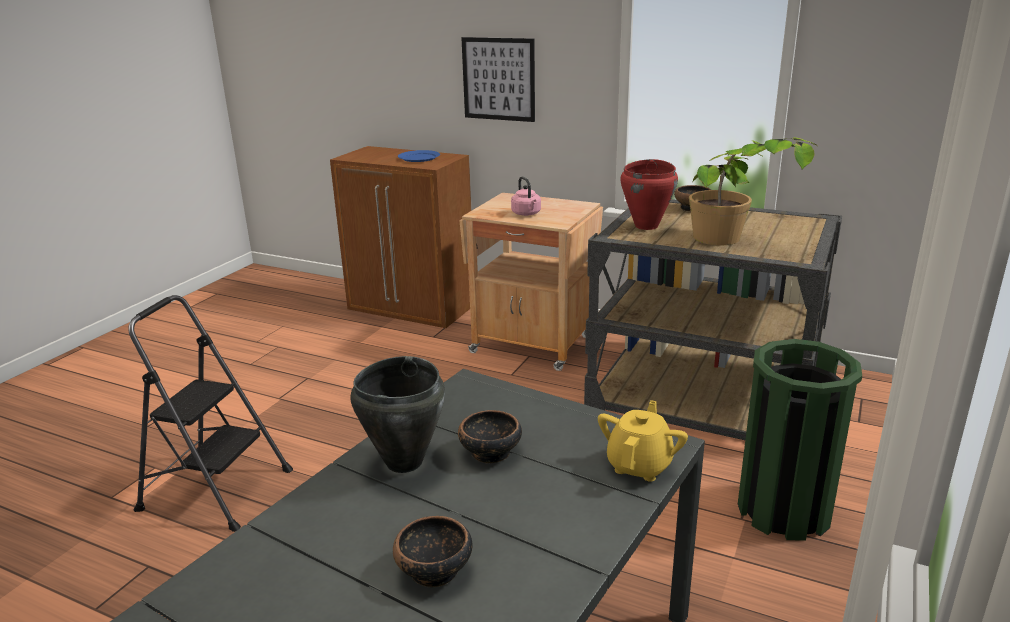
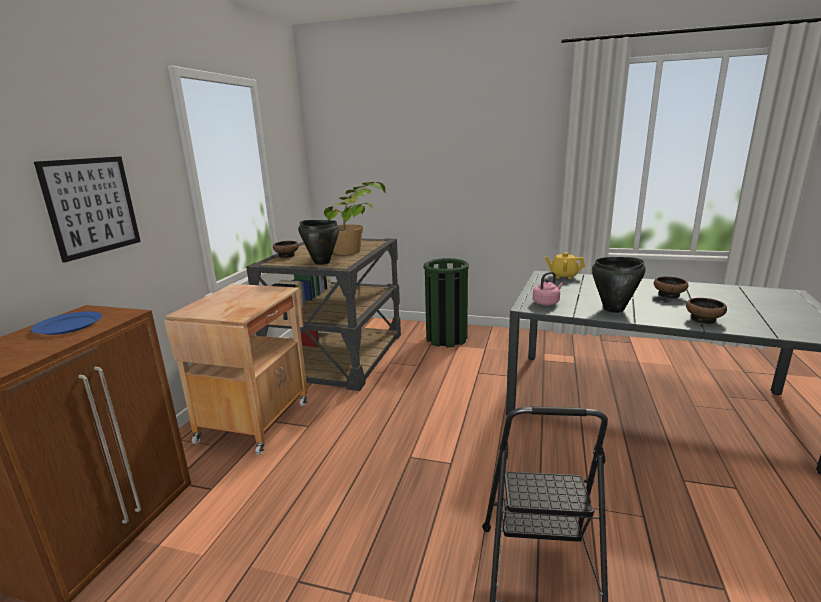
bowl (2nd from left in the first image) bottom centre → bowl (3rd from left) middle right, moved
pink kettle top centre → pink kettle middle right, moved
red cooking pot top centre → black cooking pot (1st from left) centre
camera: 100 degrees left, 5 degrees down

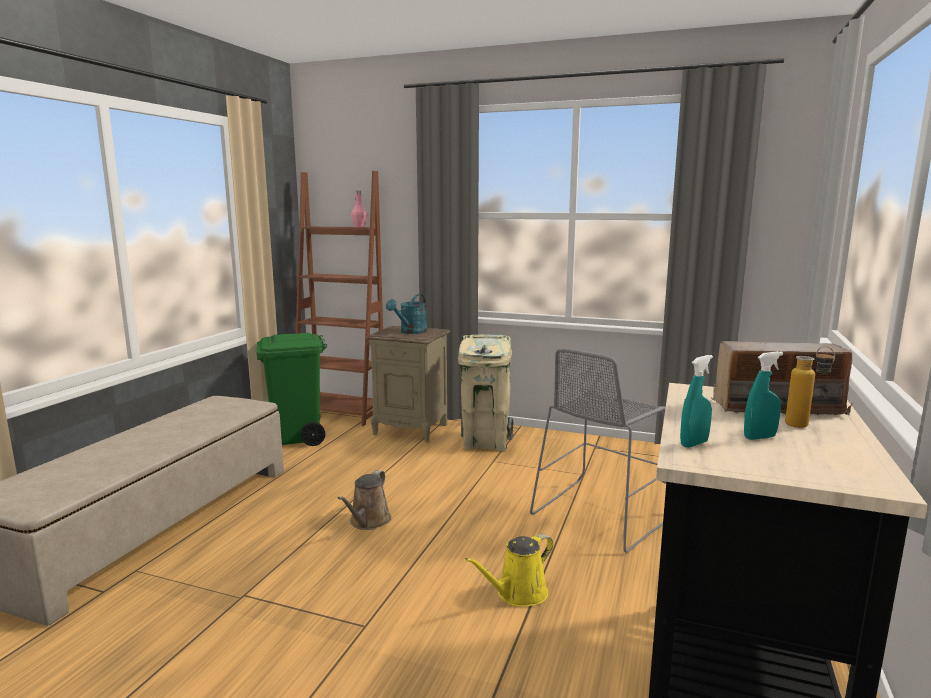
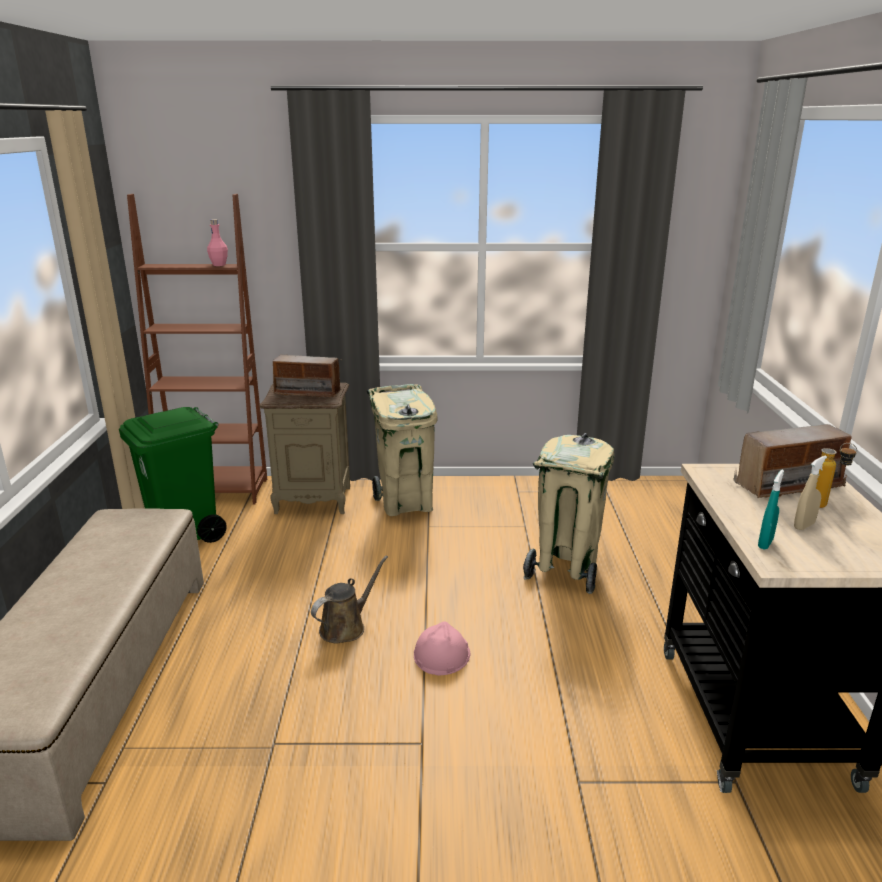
brown watering can bottom centre, 135 degrees counterclockwise
turquoise watering can centre → radio (1st from left) centre
yellow watering can bottom centre → -
grey stool centre → beige trash can (2nd from left) centre
turquoise spray bottle (2nd from left) middle right → beige spray bottle middle right
- → pink hard hat bottom centre
camera: 20 degrees left, 10 degrees up

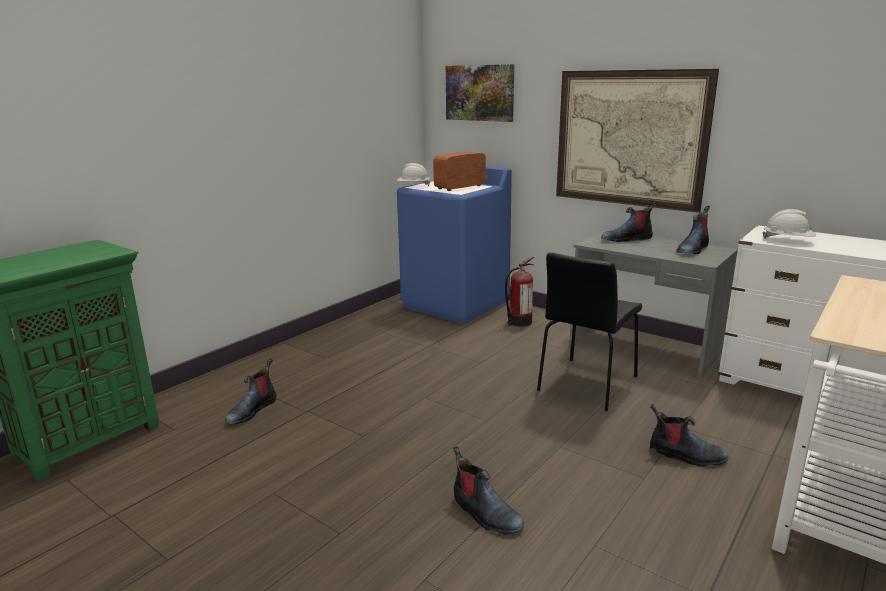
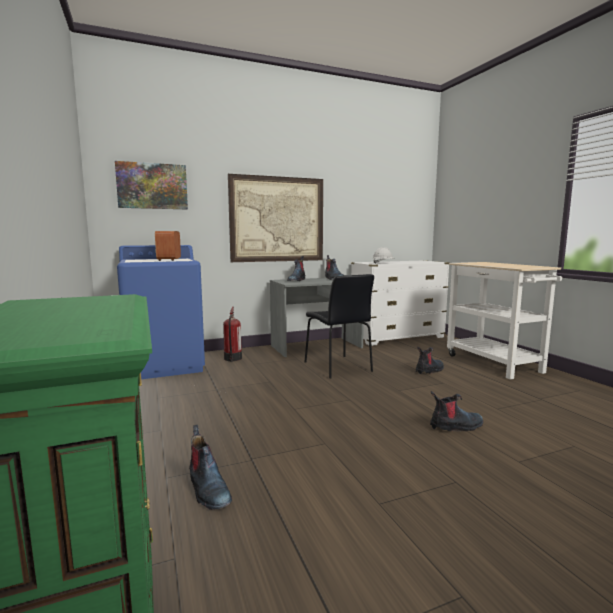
white hard hat (1st from left) top centre → -
camera: 60 degrees left, 10 degrees down

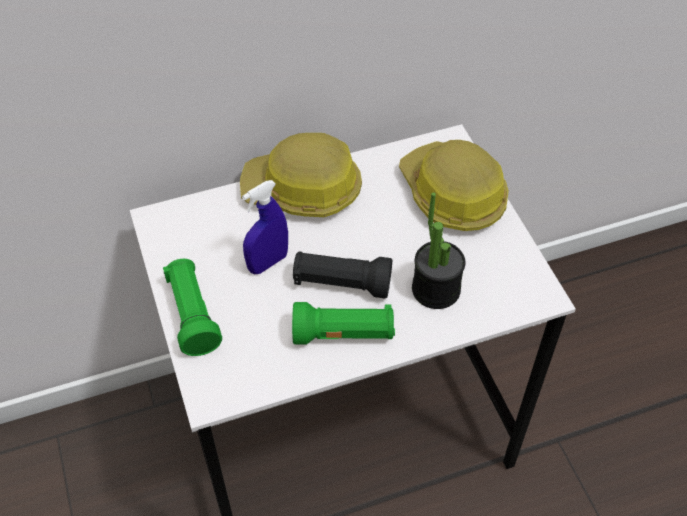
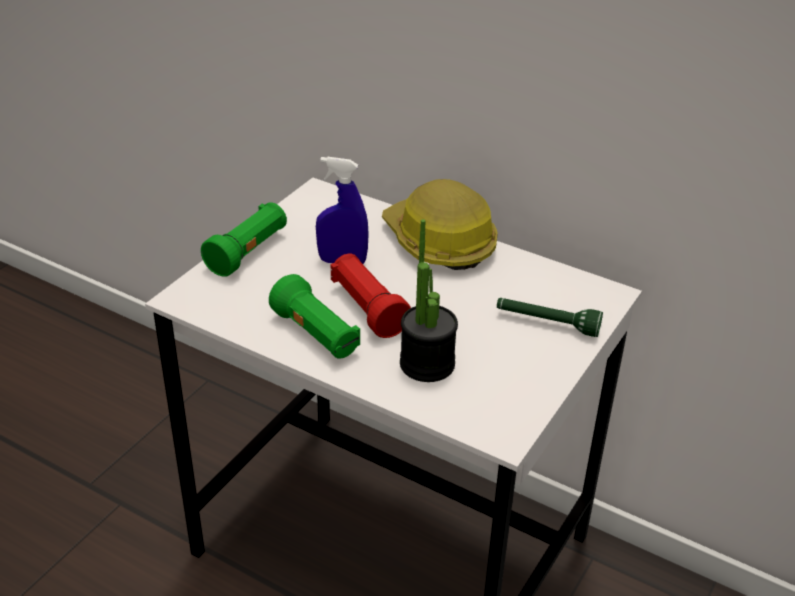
black flashlight centre → red flashlight centre
hard hat (2nd from left) centre → green flashlight (3rd from left) middle right
camera: 50 degrees right, 15 degrees down

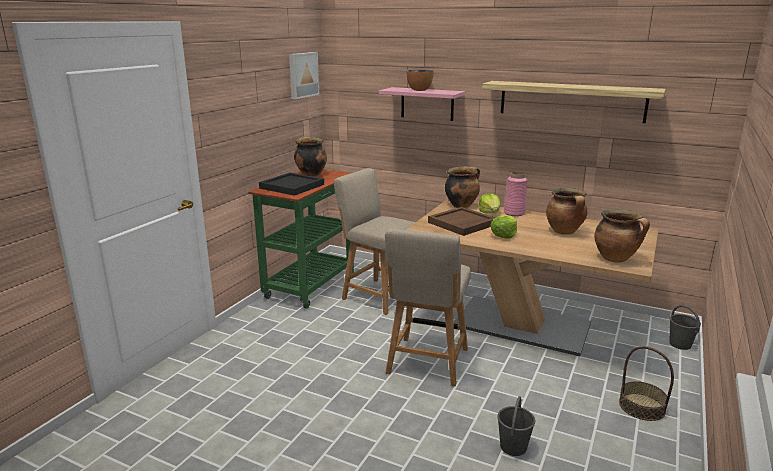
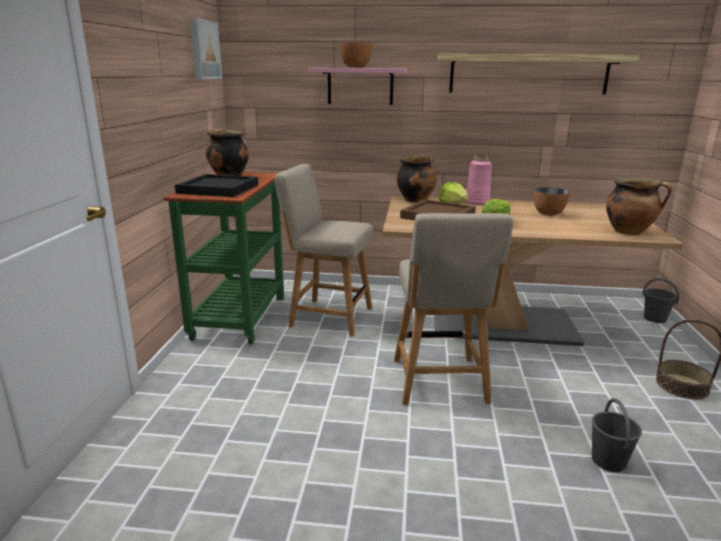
cooking pot (3rd from left) middle right → bowl (2nd from left) middle right
camera: 20 degrees left, 0 degrees up

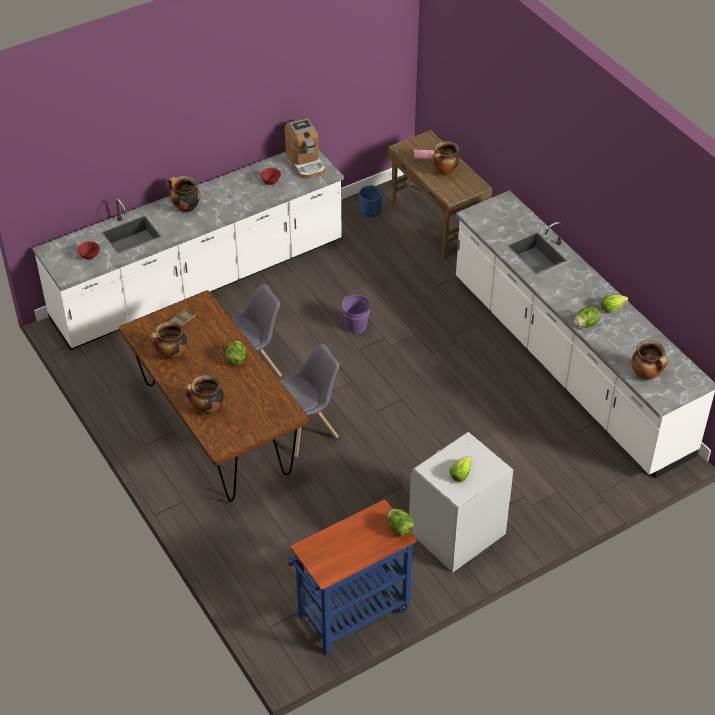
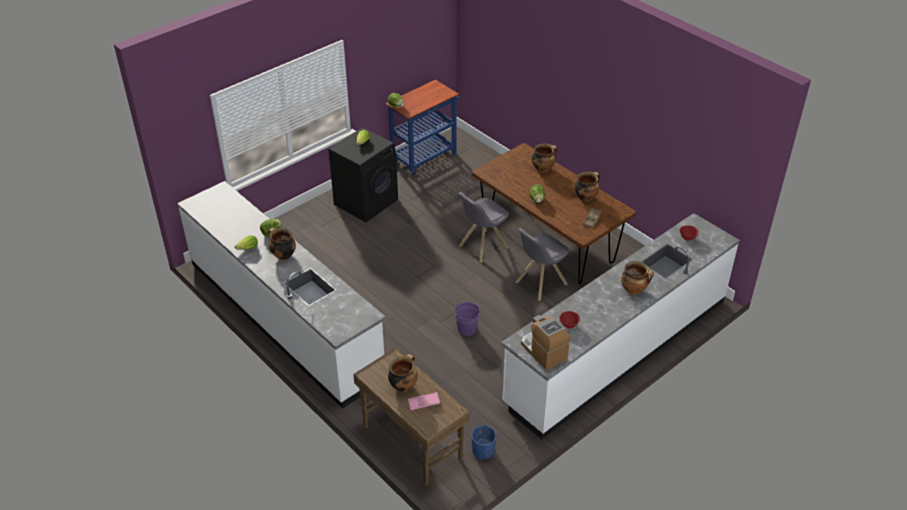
white washing machine bottom centre → black washing machine centre
cooking pot (5th from left in the first image) middle right → cooking pot (1st from left) middle left, moved
camera: 170 degrees right, 5 degrees down

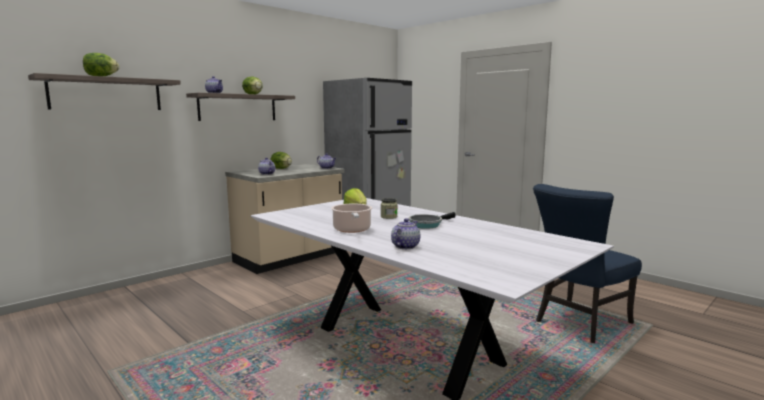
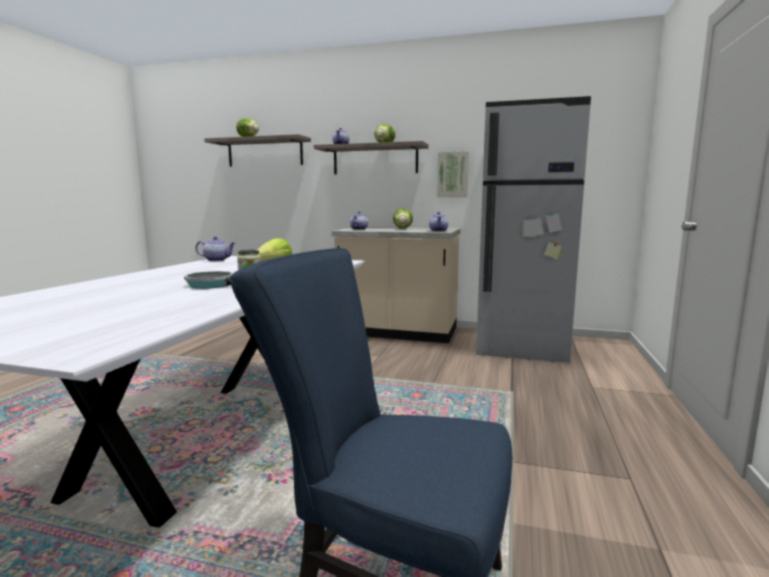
cooking pot centre → -
teapot (4th from left in the first image) centre → teapot (1st from left) middle left, moved
- → picture top centre
camera: 60 degrees right, 0 degrees up

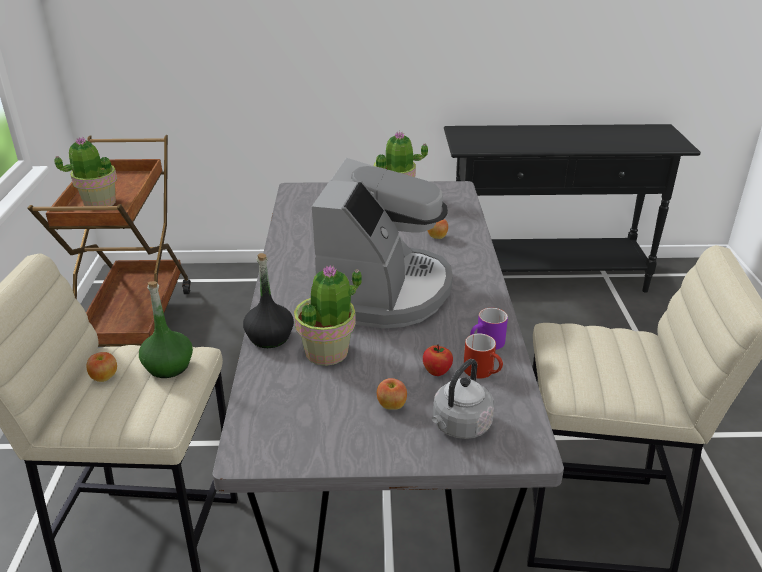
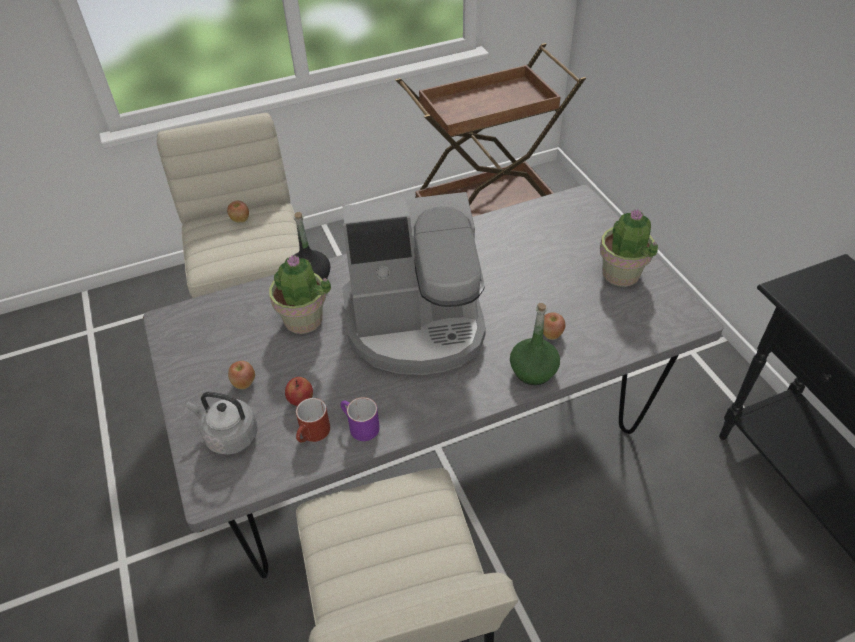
potted plant (1st from left) top left → -
green bottle middle left → green bottle centre, moved
camera: 70 degrees right, 15 degrees up

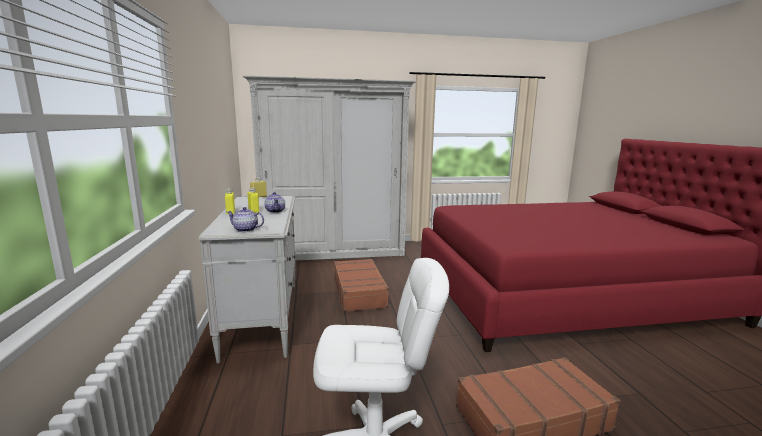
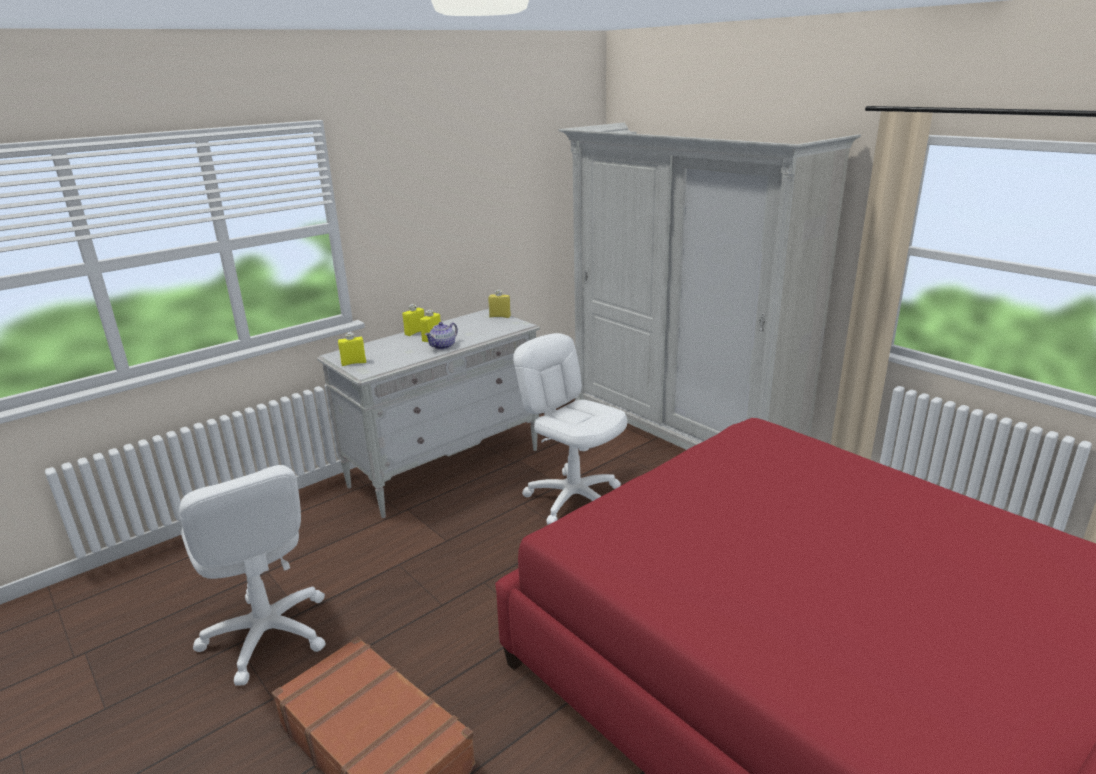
teapot (1st from left) middle left → yellow bottle (1st from left) middle left
brown suitcase (1st from left) centre → white office chair (2nd from left) centre
camera: 60 degrees right, 10 degrees up

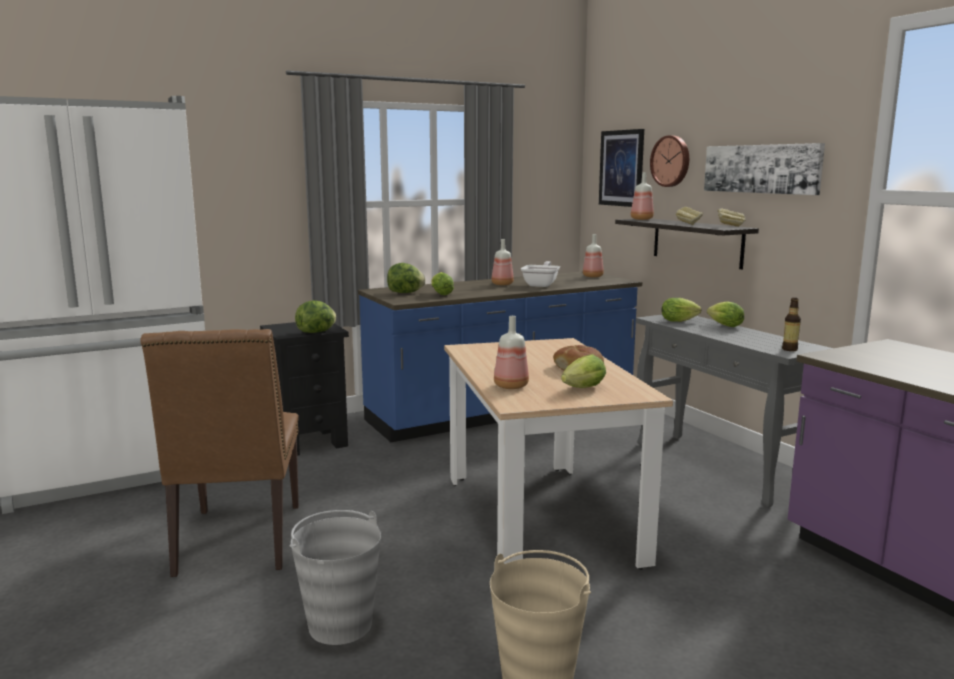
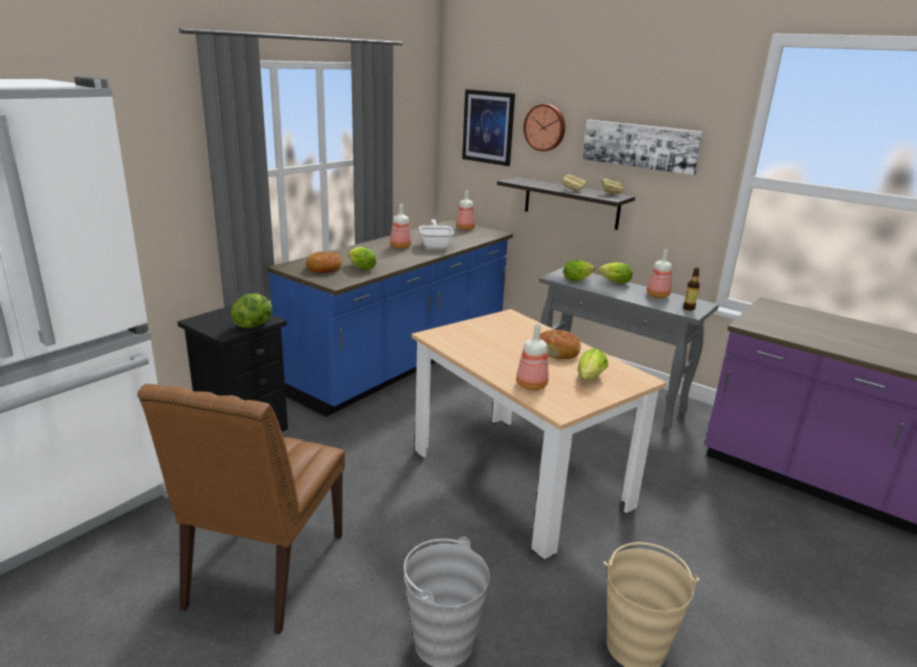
brown chair bottom left, 45 degrees clockwise
lettuce (2nd from left) centre → bread (1st from left) centre
bottle (4th from left) top right → bottle (4th from left) middle right, moved
camera: 25 degrees left, 10 degrees up

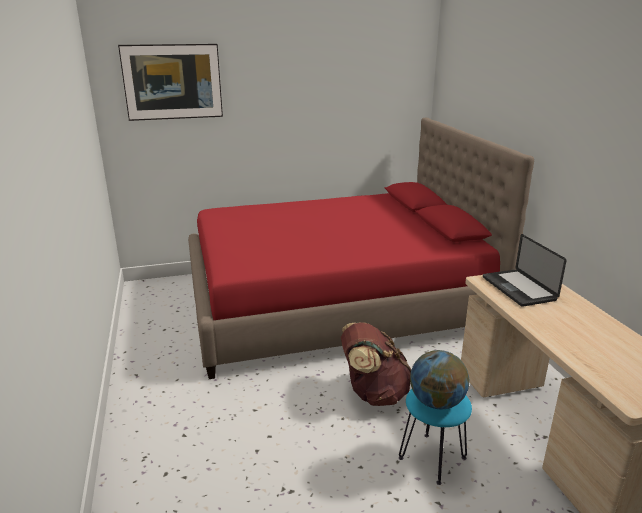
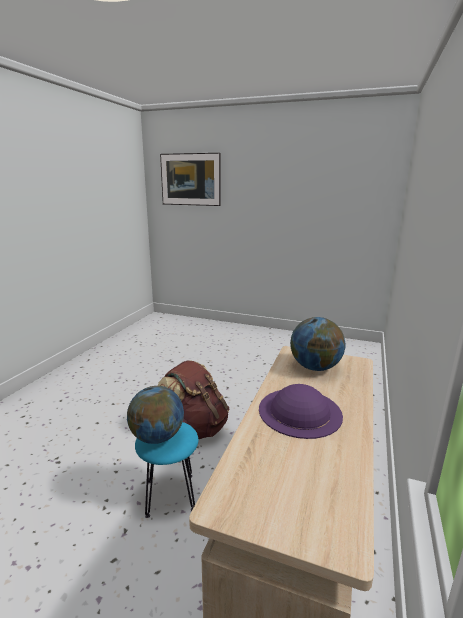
red bed centre → -
laptop middle right → globe (2nd from left) middle right
- → purple hat centre
camera: 35 degrees right, 5 degrees down

